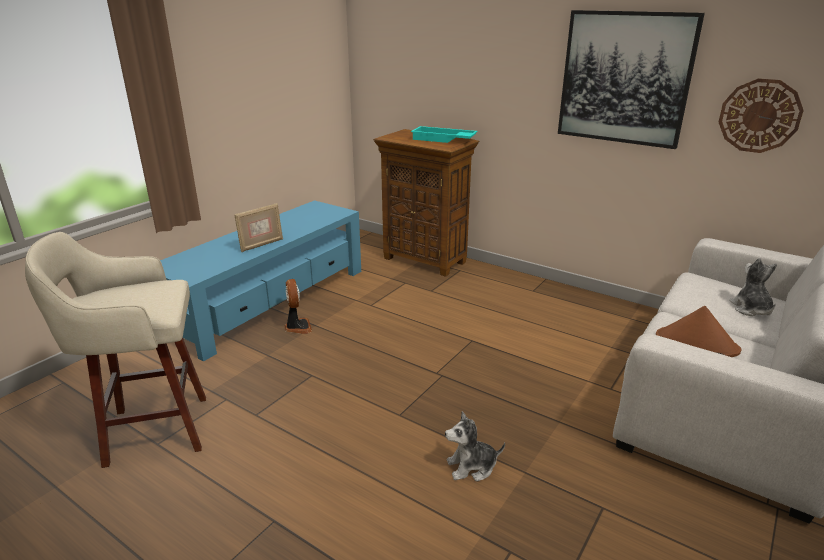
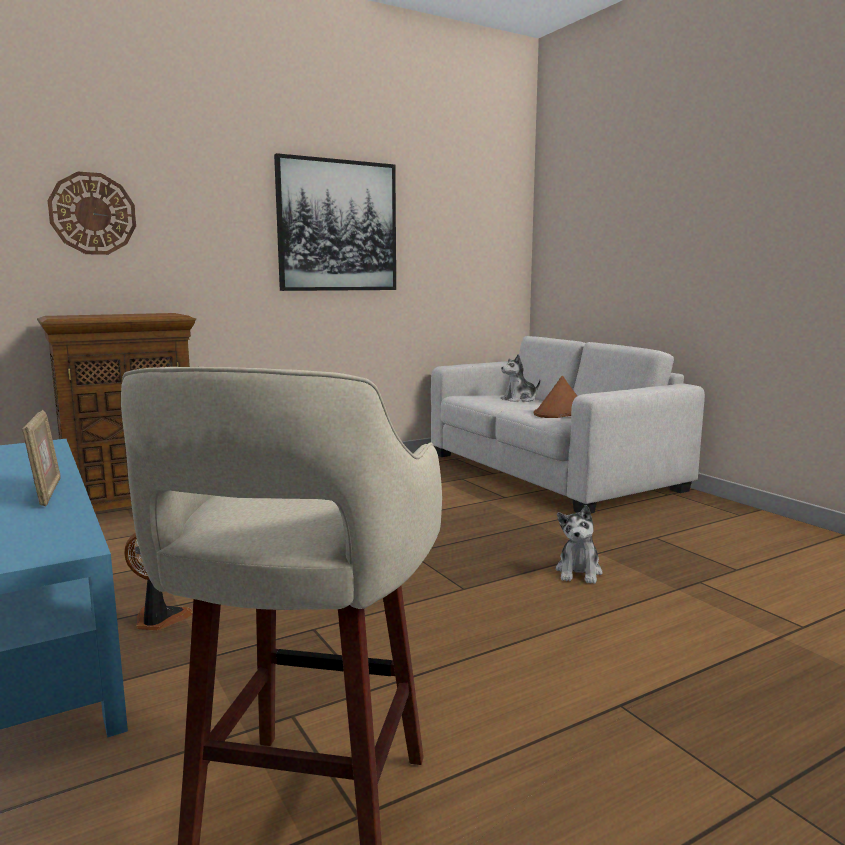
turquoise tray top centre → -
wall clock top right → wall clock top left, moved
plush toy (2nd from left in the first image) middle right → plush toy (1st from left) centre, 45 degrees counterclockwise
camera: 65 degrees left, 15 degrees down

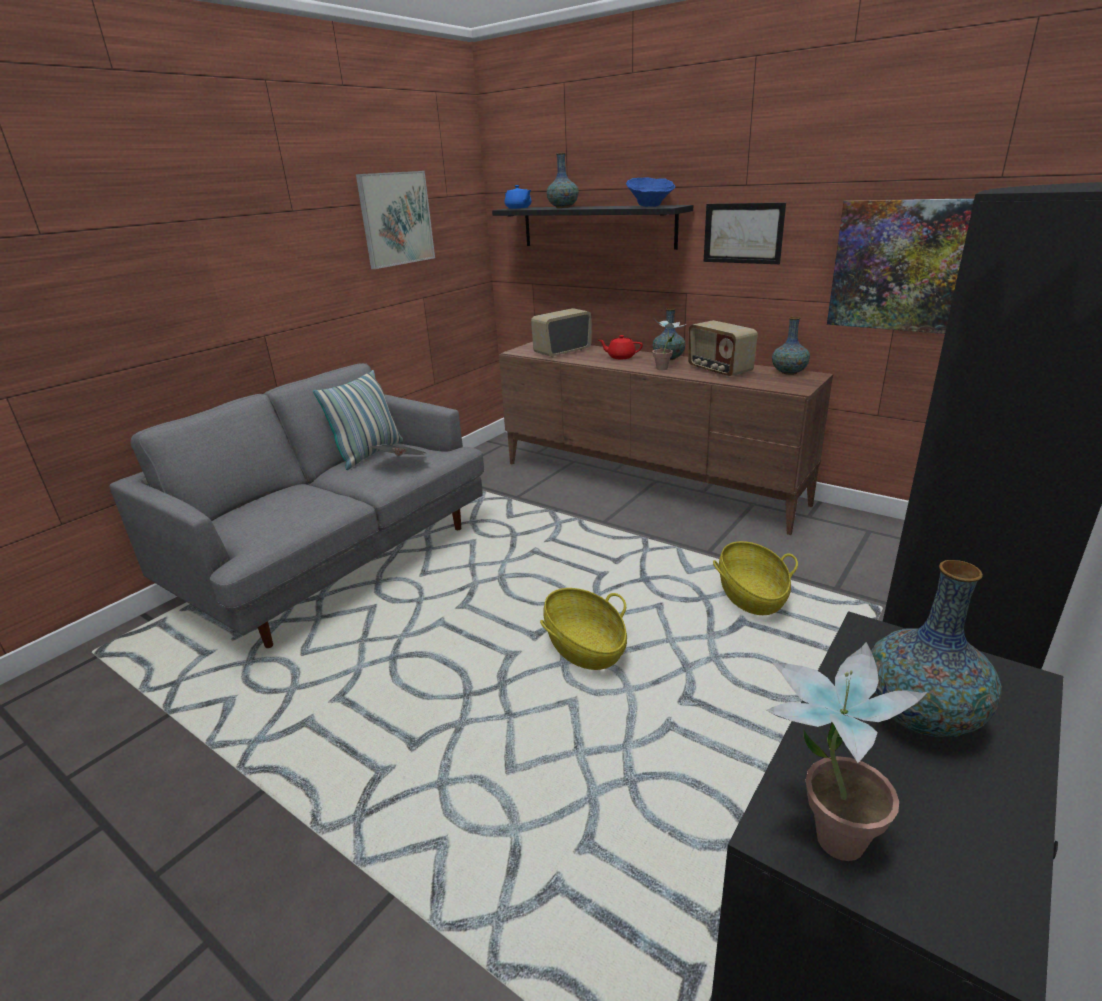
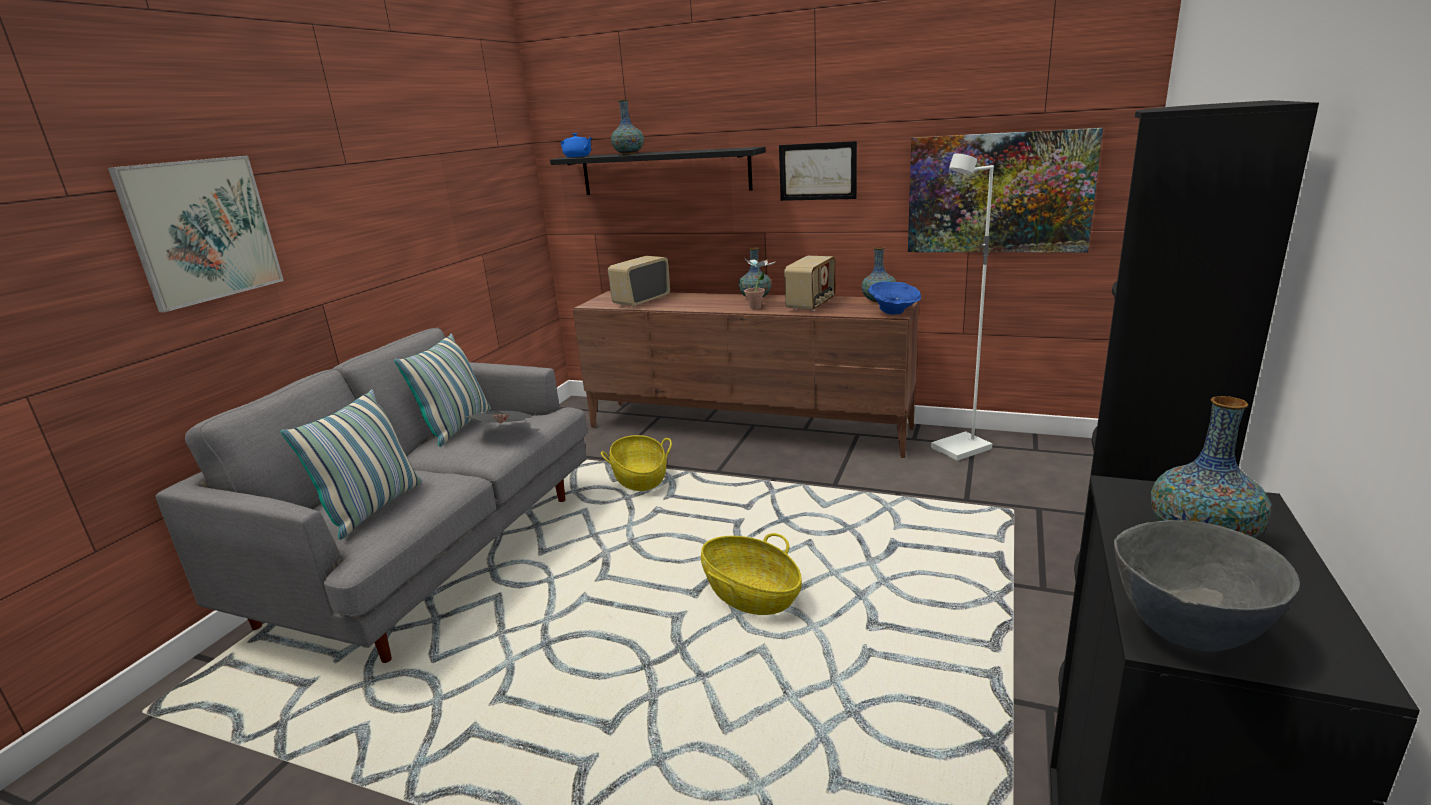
picture (1st from left) top centre → picture (1st from left) top left, moved
red teapot centre → -
blue bowl top centre → blue bowl centre, moved
radio (2nd from left) centre, 105 degrees counterclockwise
basket (2nd from left in the first image) middle right → basket (1st from left) centre, moved
potted plant (2nd from left) bottom right → grey bowl bottom right
- → pillow (1st from left) middle left
- → white floor lamp middle right
camera: 15 degrees left, 5 degrees down

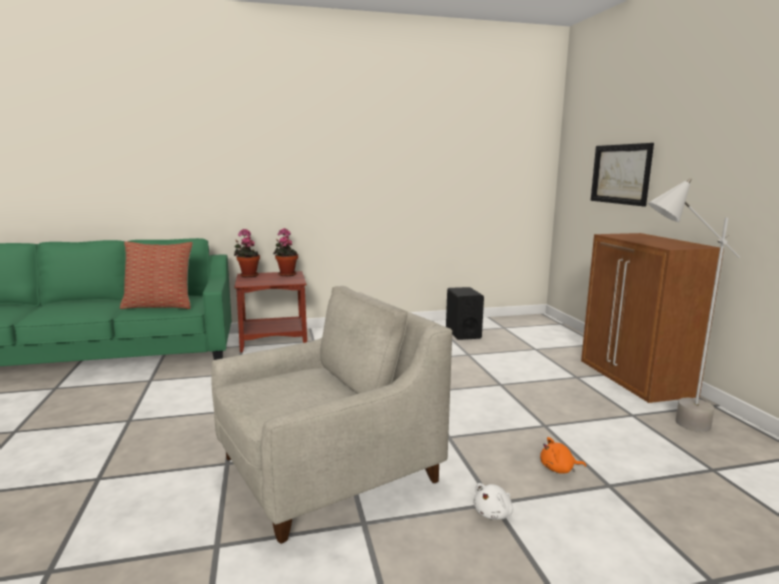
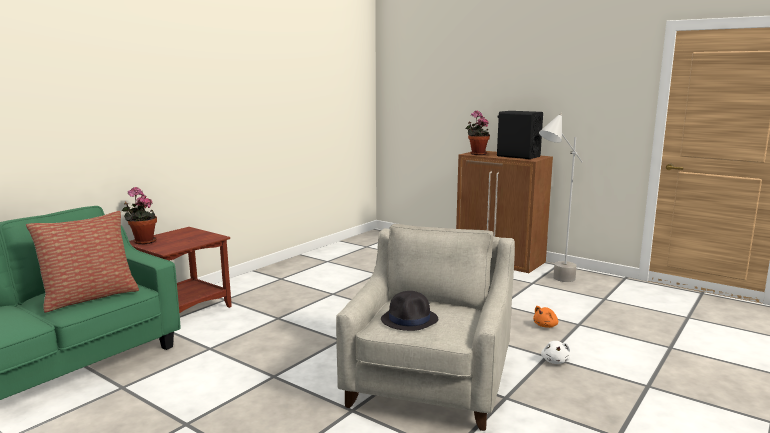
potted plant (2nd from left) centre → potted plant (2nd from left) top centre, moved
black speaker centre → black speaker top right, moved
picture top right → -
- → black hat bottom centre
camera: 40 degrees left, 0 degrees up

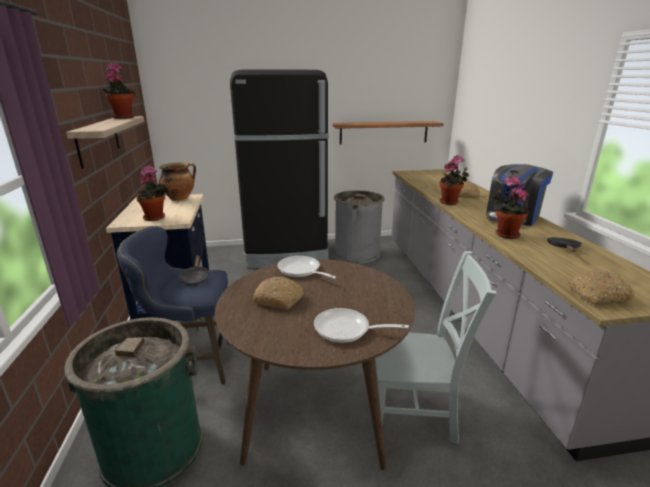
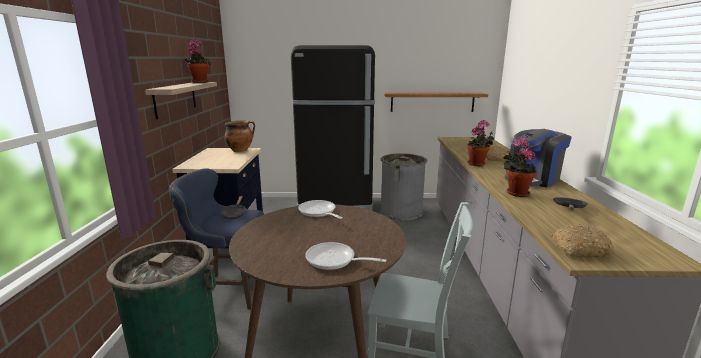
potted plant (2nd from left) middle left → -
bread (1st from left) centre → -
camera: 10 degrees right, 5 degrees down

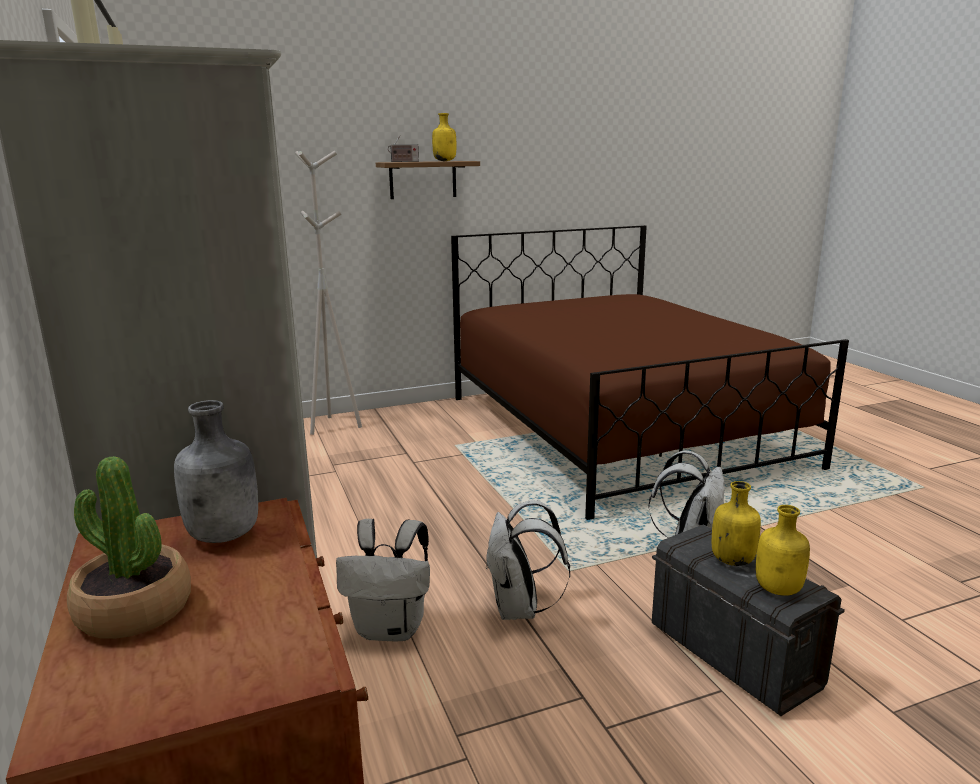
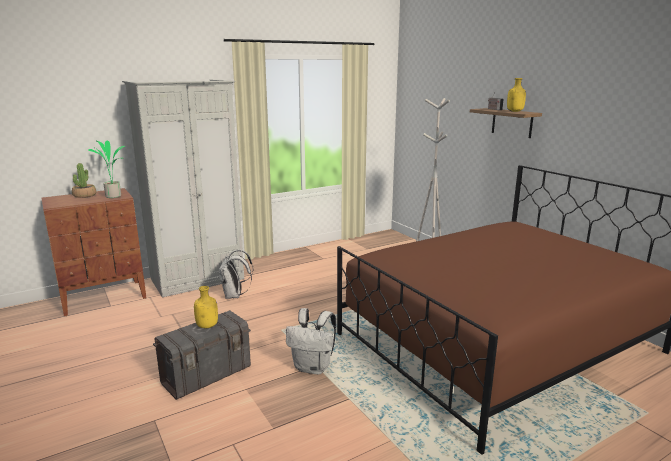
grey bottle middle left → potted plant (2nd from left) middle left
white backpack (2nd from left) bottom centre → -
yellow bottle (3rd from left) bottom right → -
camera: 80 degrees right, 0 degrees up

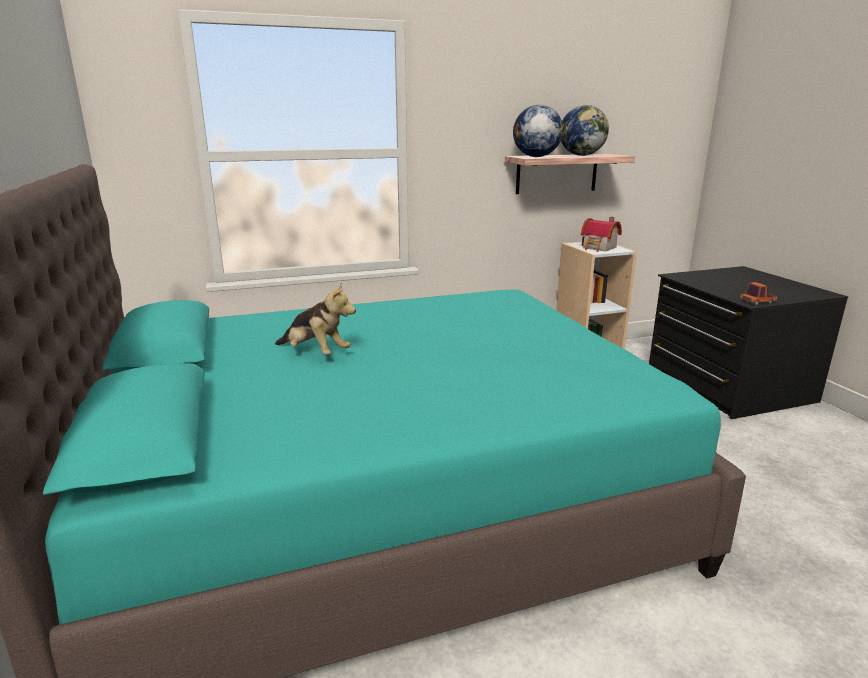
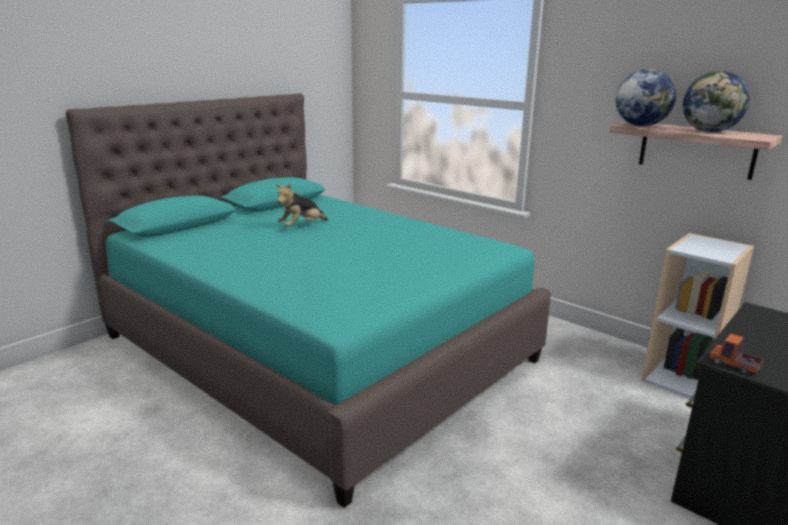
plush toy centre, 45 degrees clockwise
toy house middle right → -
camera: 60 degrees right, 0 degrees up

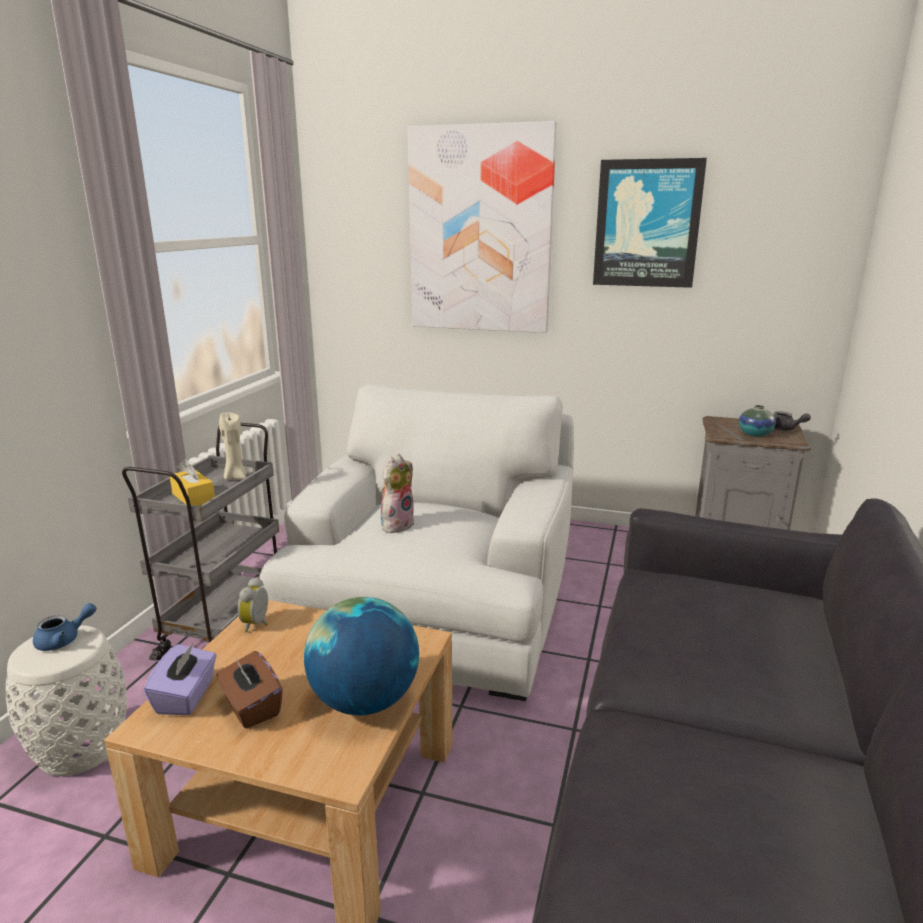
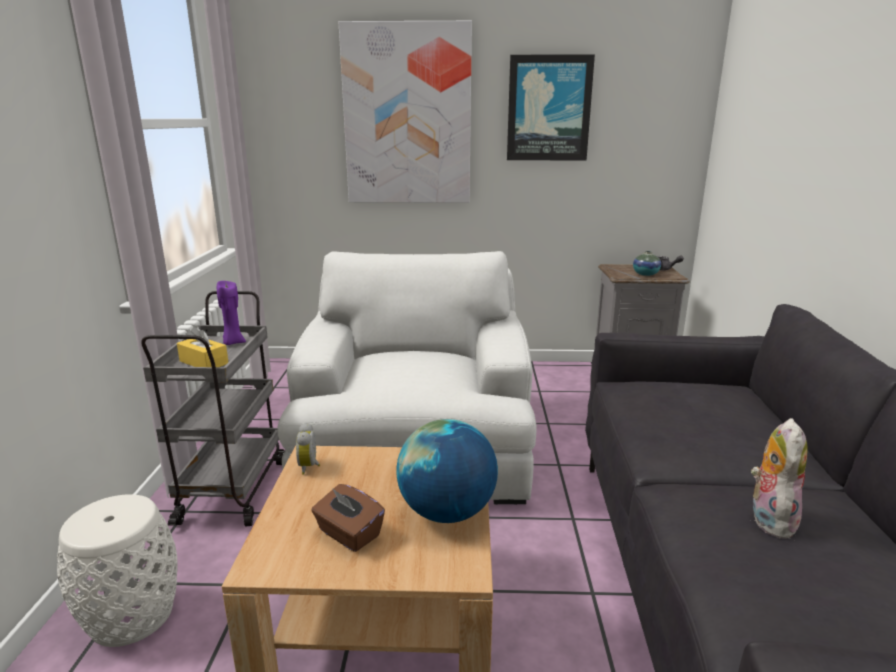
blue teapot bottom left → -
purple tissue box bottom left → -
beige candle middle left → purple candle middle left
plush toy centre → plush toy bottom right, moved
camera: 15 degrees left, 0 degrees up

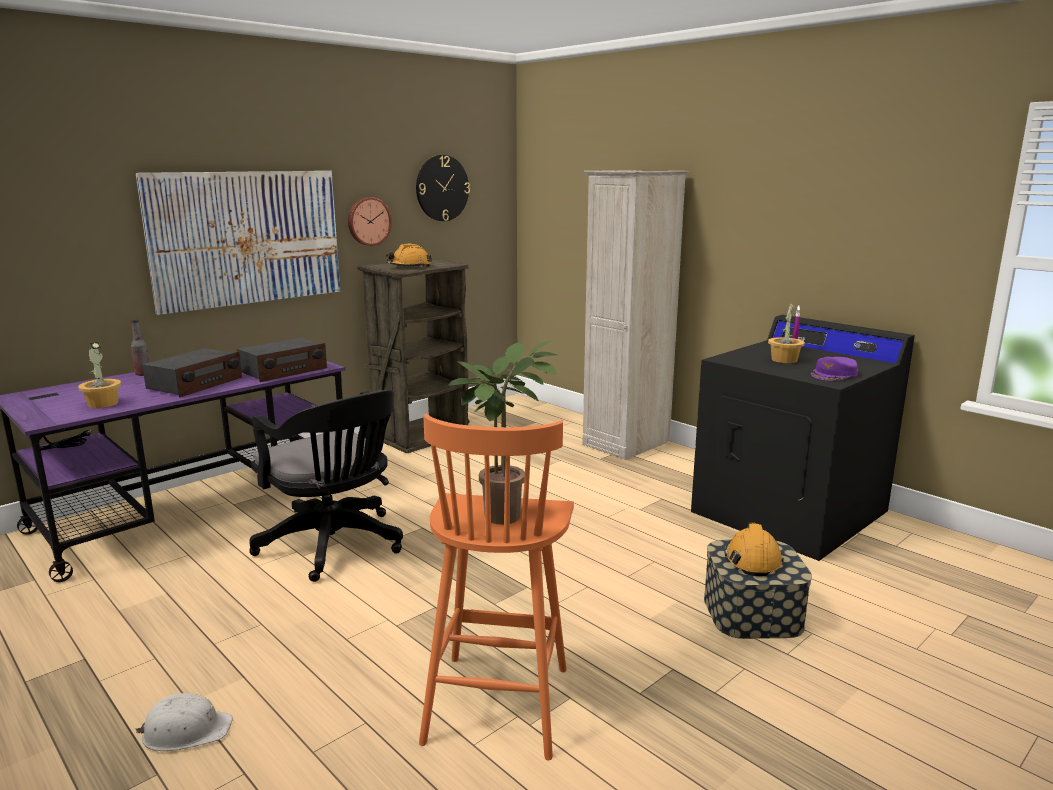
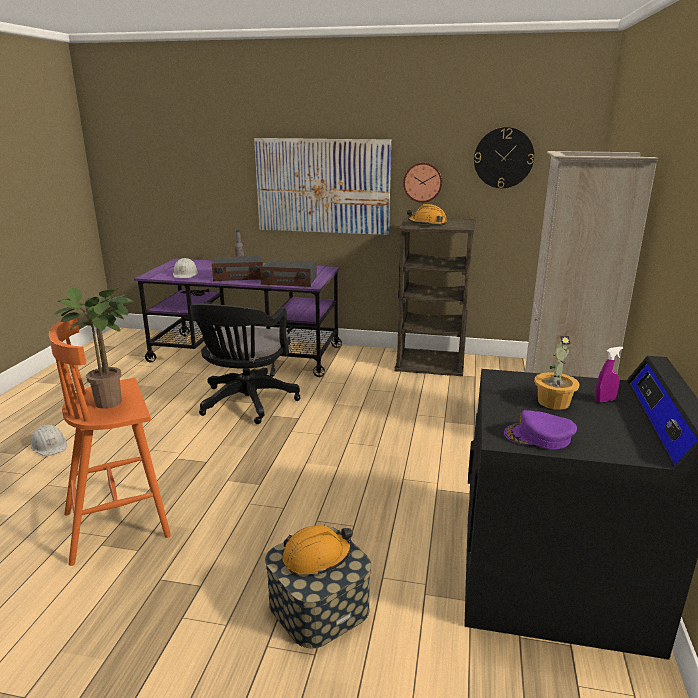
potted plant (1st from left) middle left → white hard hat (2nd from left) middle left
camera: 55 degrees right, 5 degrees up

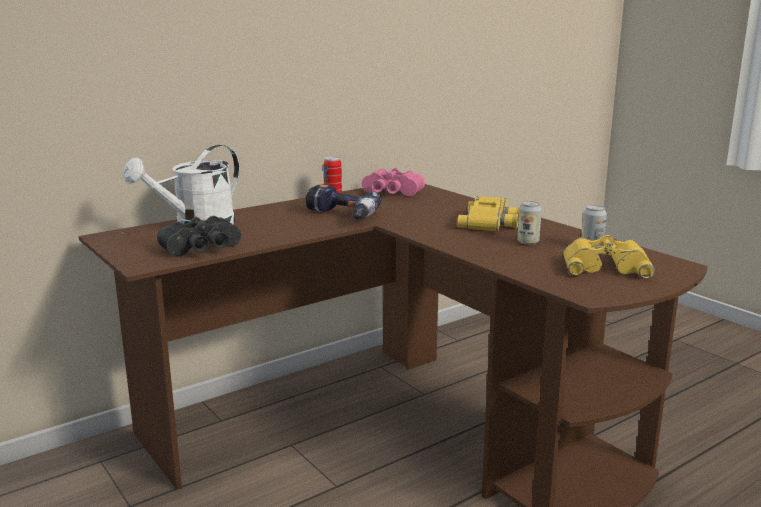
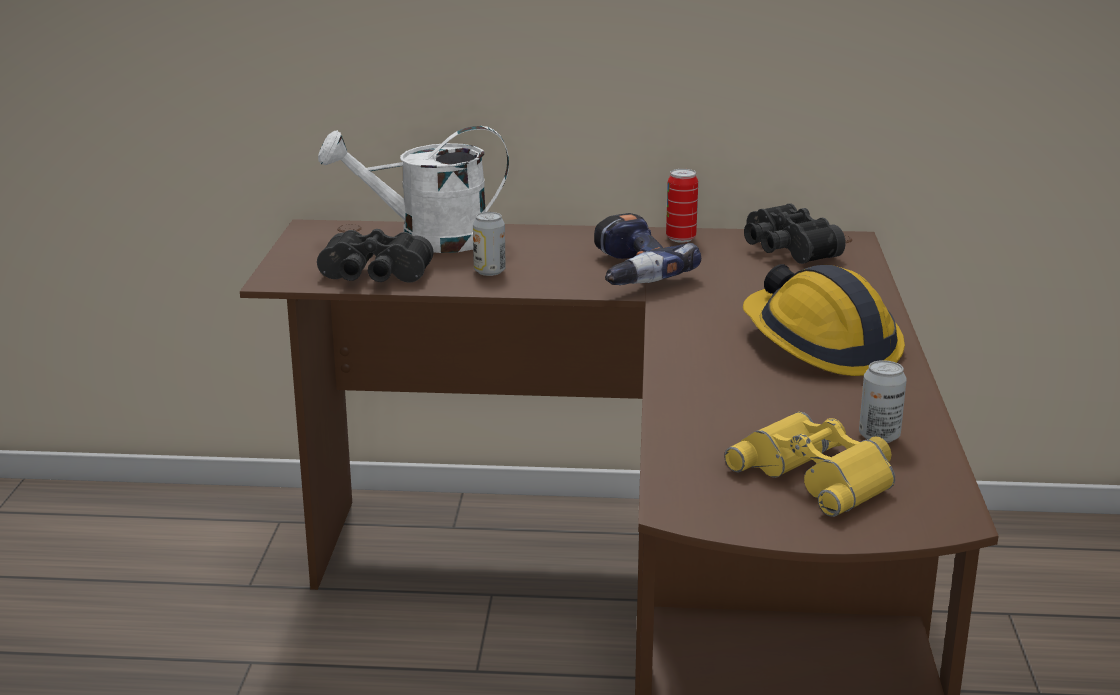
pink binoculars centre → black binoculars (2nd from left) middle right
yellow binoculars (1st from left) centre → hard hat middle right
can (2nd from left in the first image) middle right → can (1st from left) centre, moved
camera: 40 degrees right, 5 degrees up

